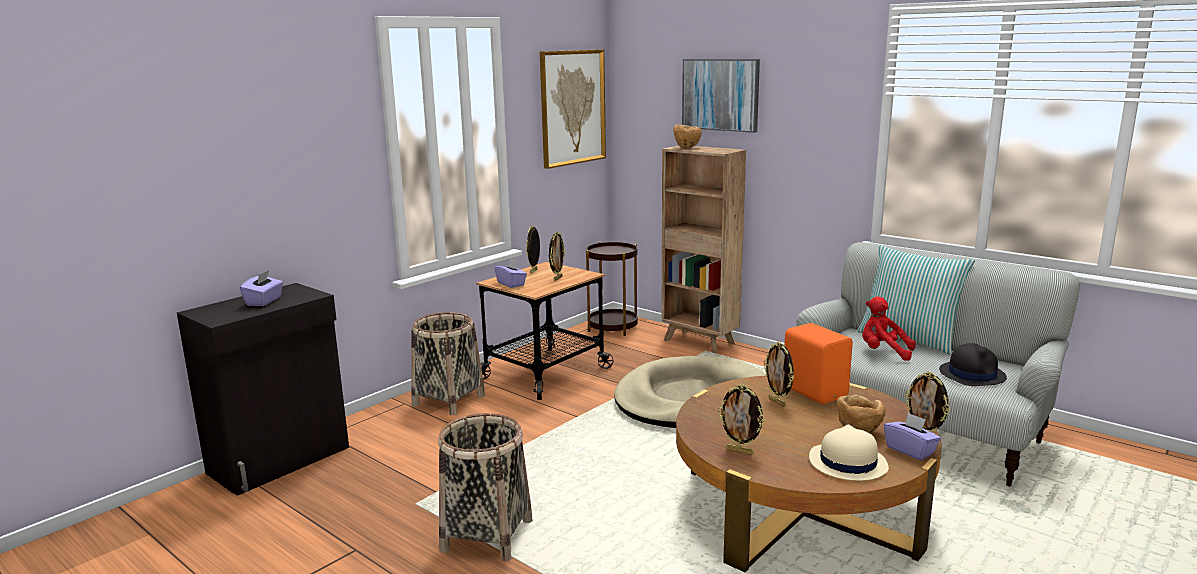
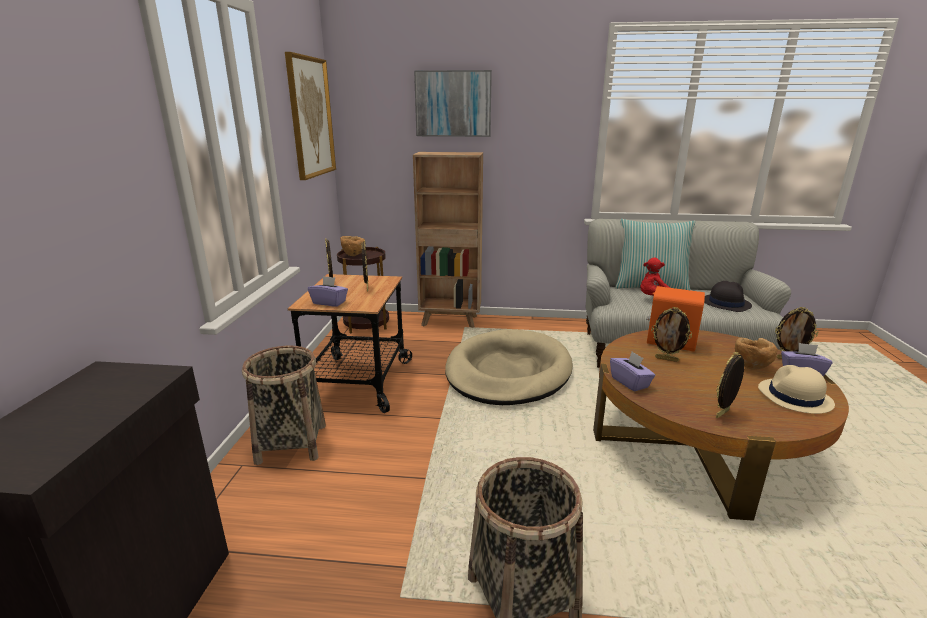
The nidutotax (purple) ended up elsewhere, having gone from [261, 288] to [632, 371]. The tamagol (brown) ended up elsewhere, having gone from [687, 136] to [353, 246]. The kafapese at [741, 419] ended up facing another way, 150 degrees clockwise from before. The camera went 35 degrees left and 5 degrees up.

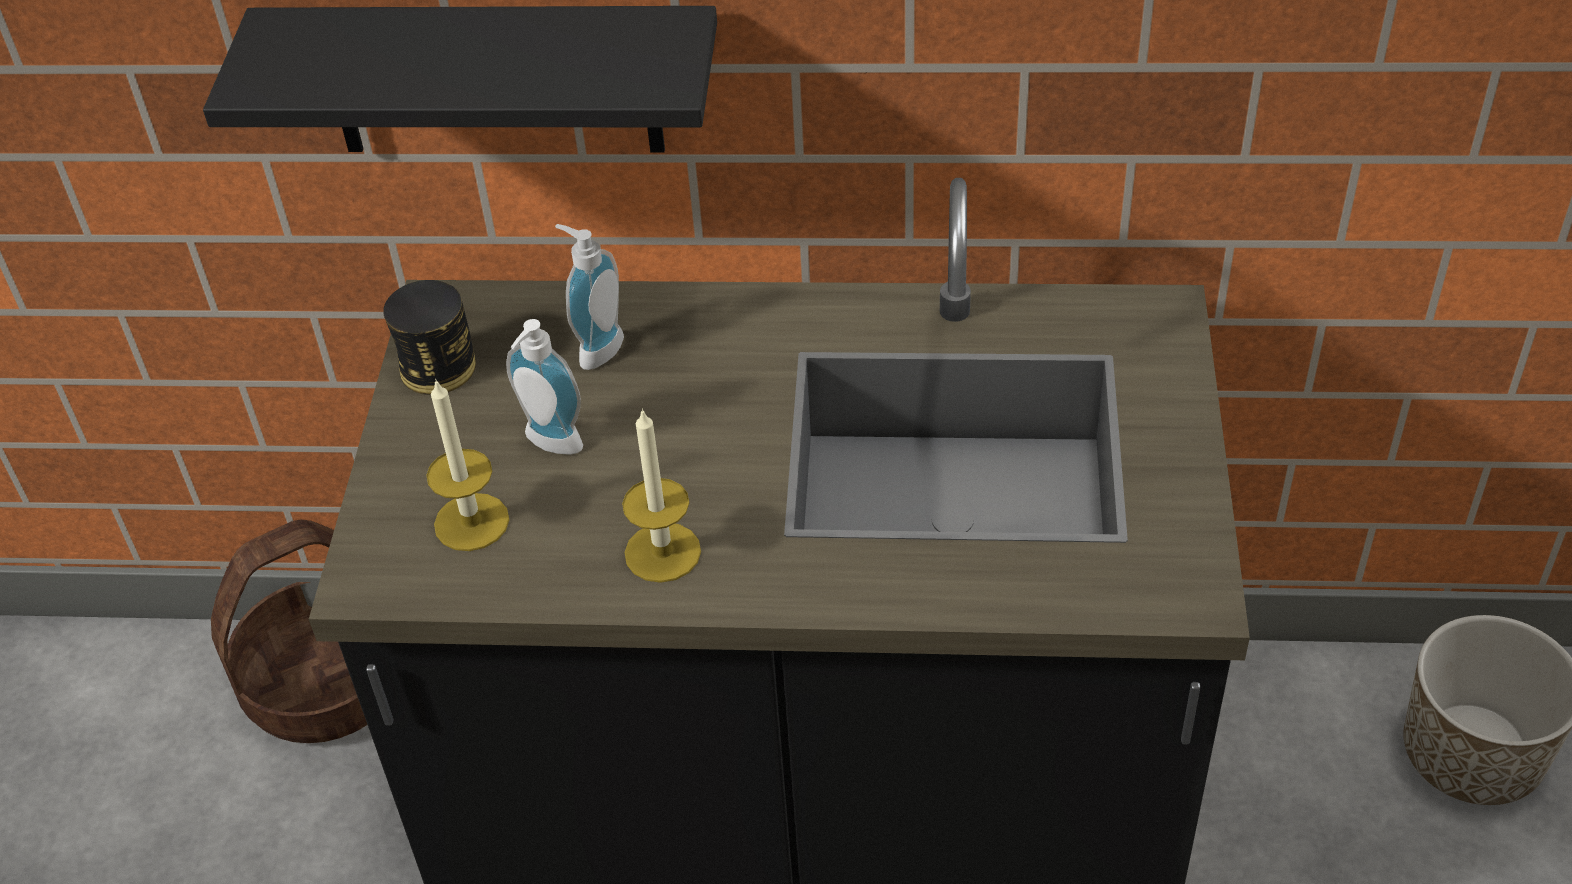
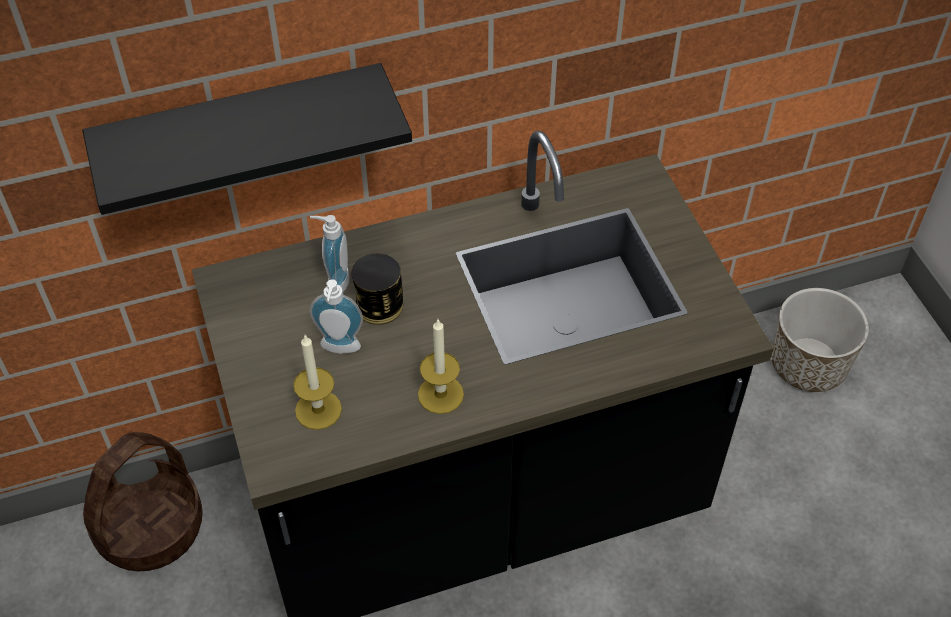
The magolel ended up elsewhere, having gone from [429, 337] to [377, 289]. The camera went 25 degrees left and 5 degrees up.

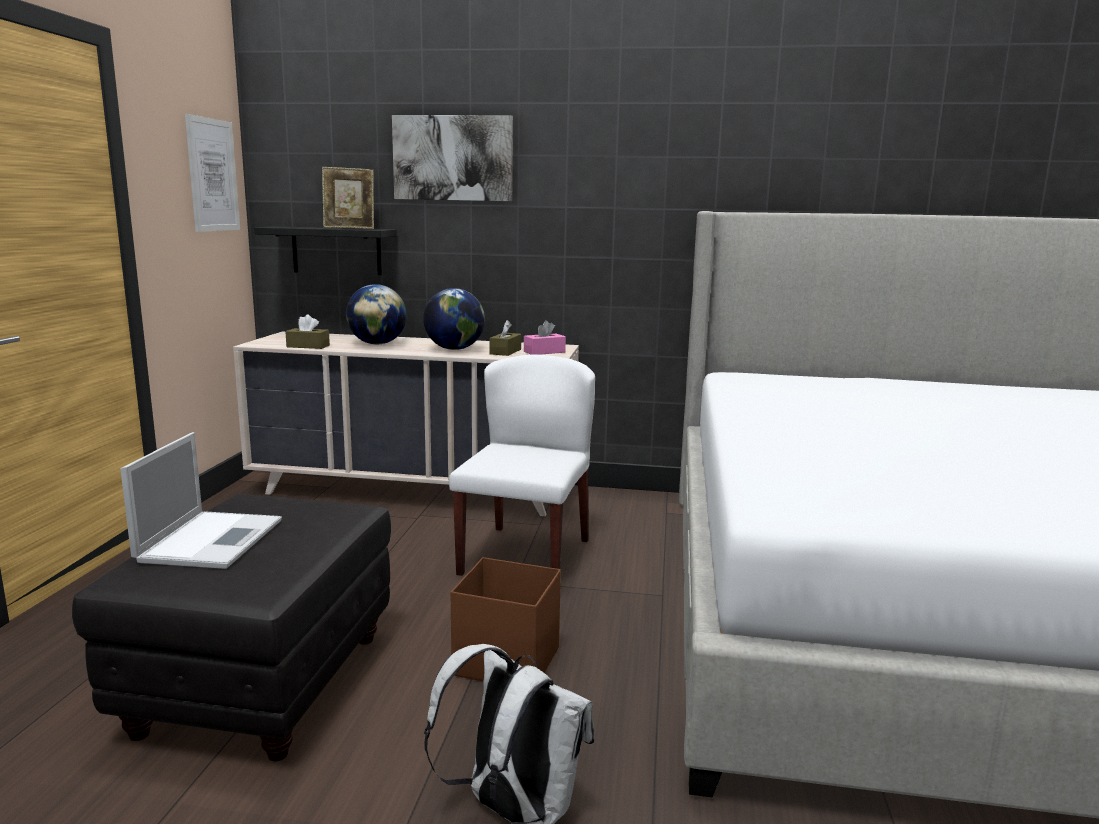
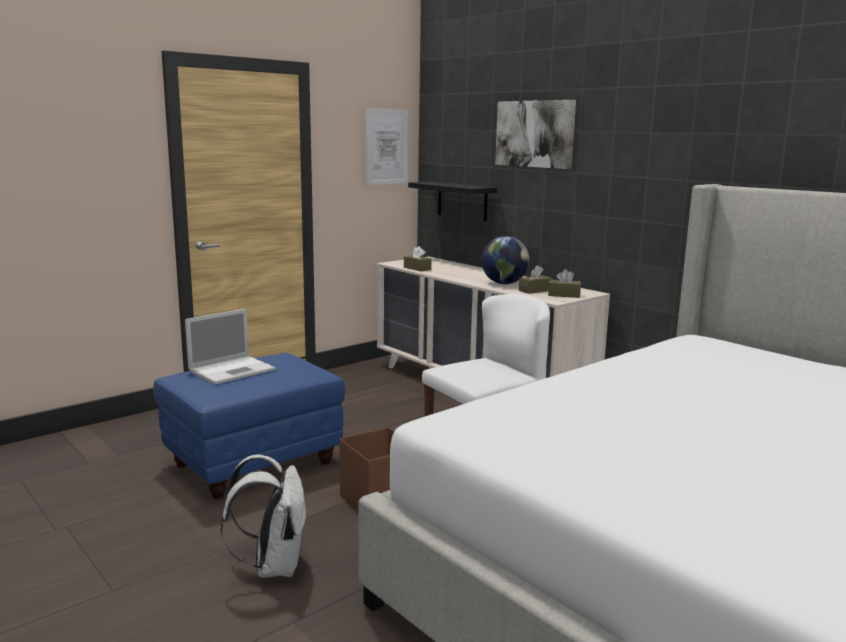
The second view lost the kafapese at [348, 198]. The second view lost the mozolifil at [376, 314]. What was the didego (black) at [231, 627] turned into the didego (blue) at [249, 426]. What was the nidutotax (pink) at [545, 337] turned into the nidutotax (brown) at [564, 283]. The camera went 40 degrees right and 0 degrees up.

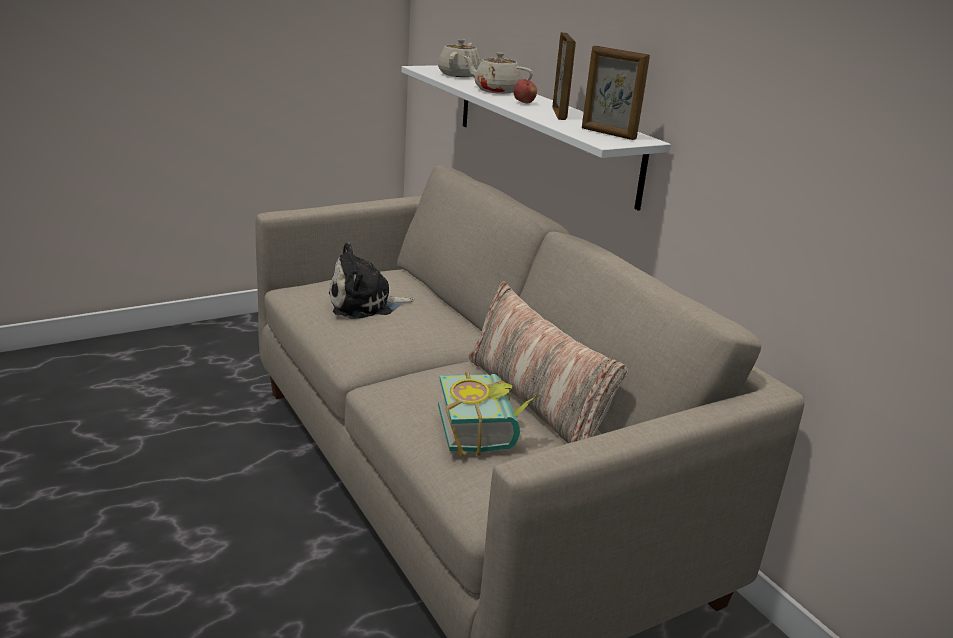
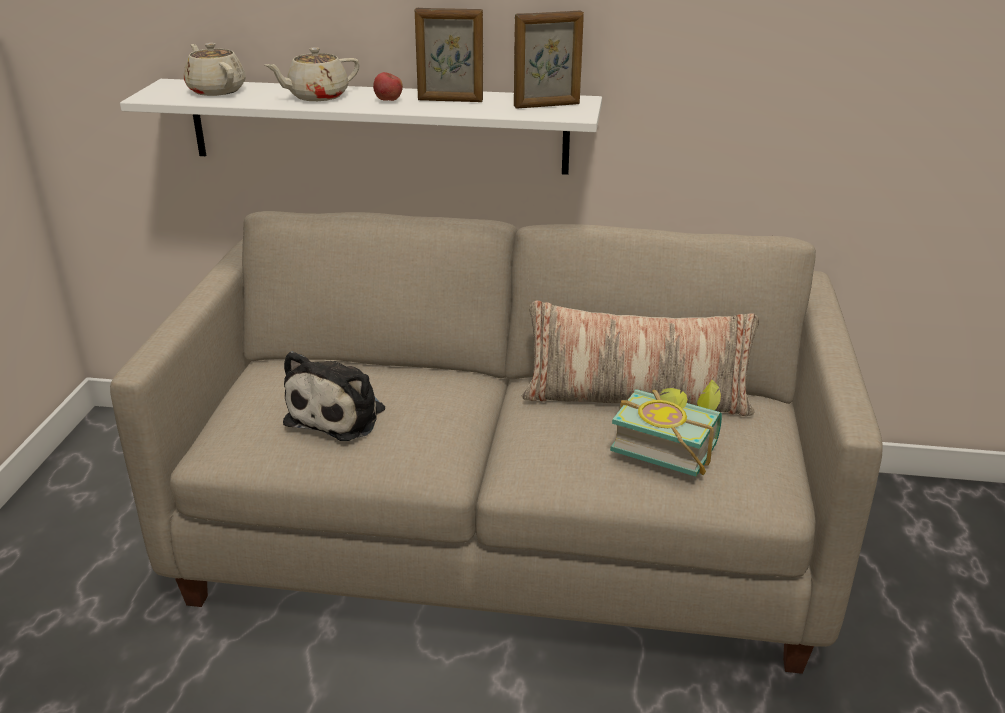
The kafapese at [564, 76] ended up facing another way, 150 degrees clockwise from before. The camera went 50 degrees left and 5 degrees up.

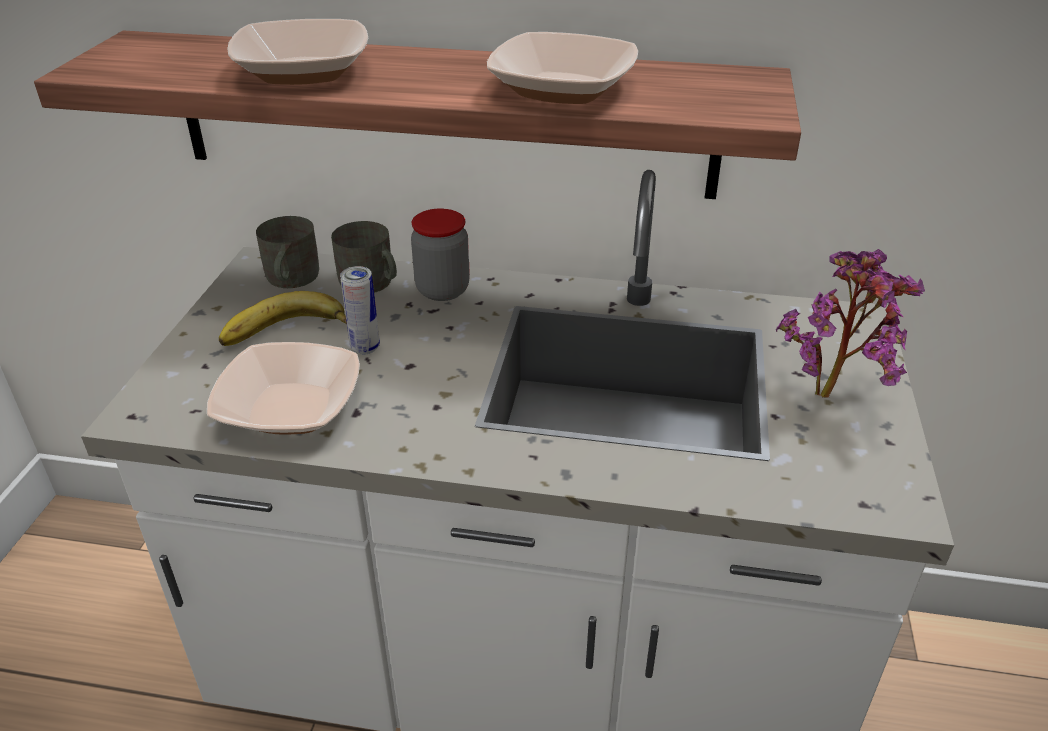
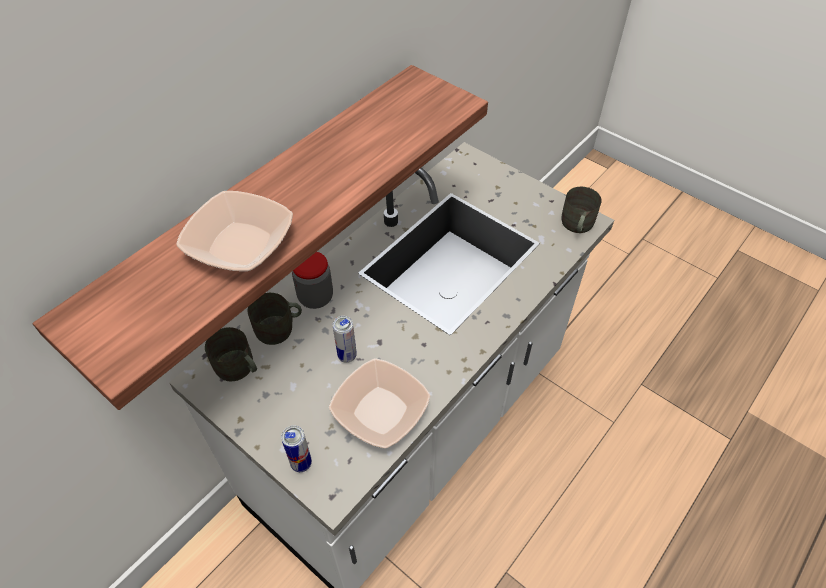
The second view lost the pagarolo at [283, 318]. The second view lost the tamagol at [562, 68]. The second view lost the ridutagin at [850, 323]. The second view gained the magolel at [296, 448]. The second view gained the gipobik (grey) at [581, 210]. The camera went 60 degrees left and 15 degrees up.

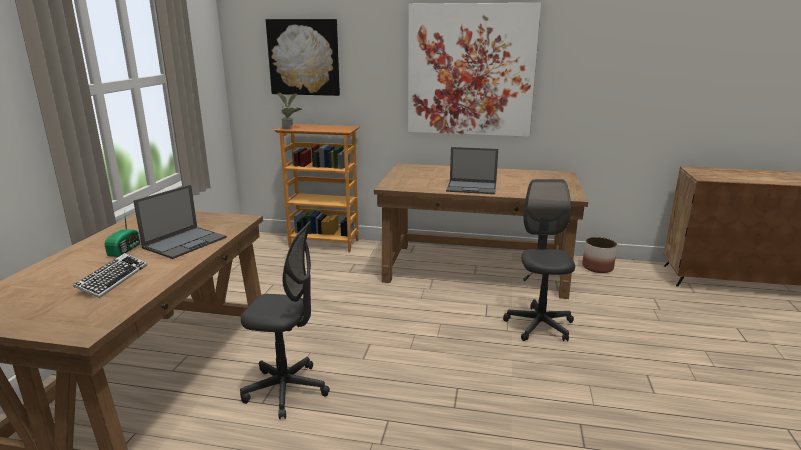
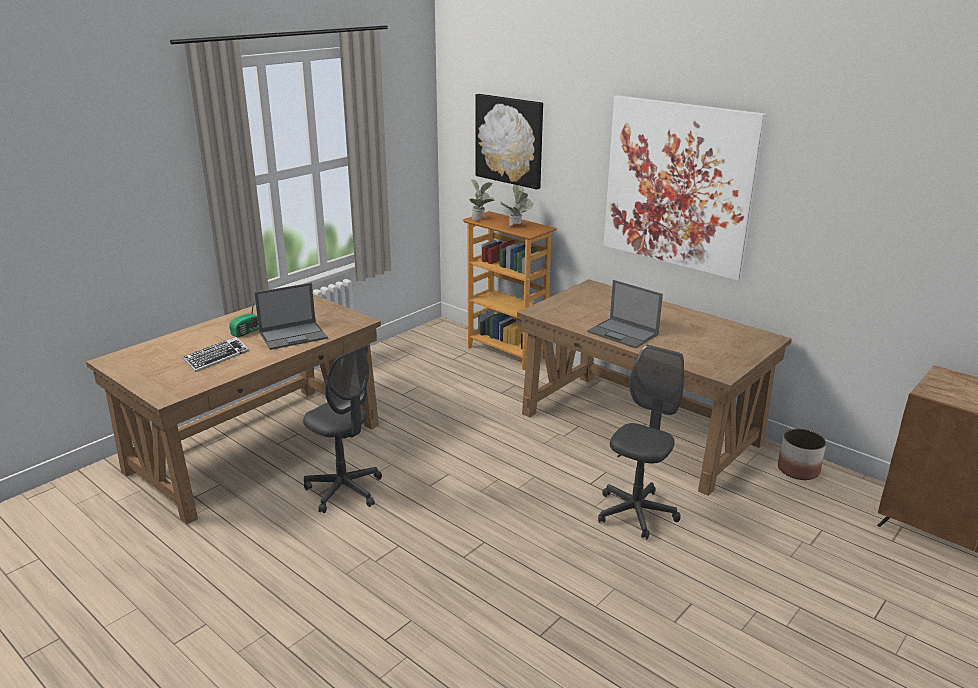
The second view gained the ridutagin at [516, 205]. The camera went 30 degrees right and 5 degrees up.

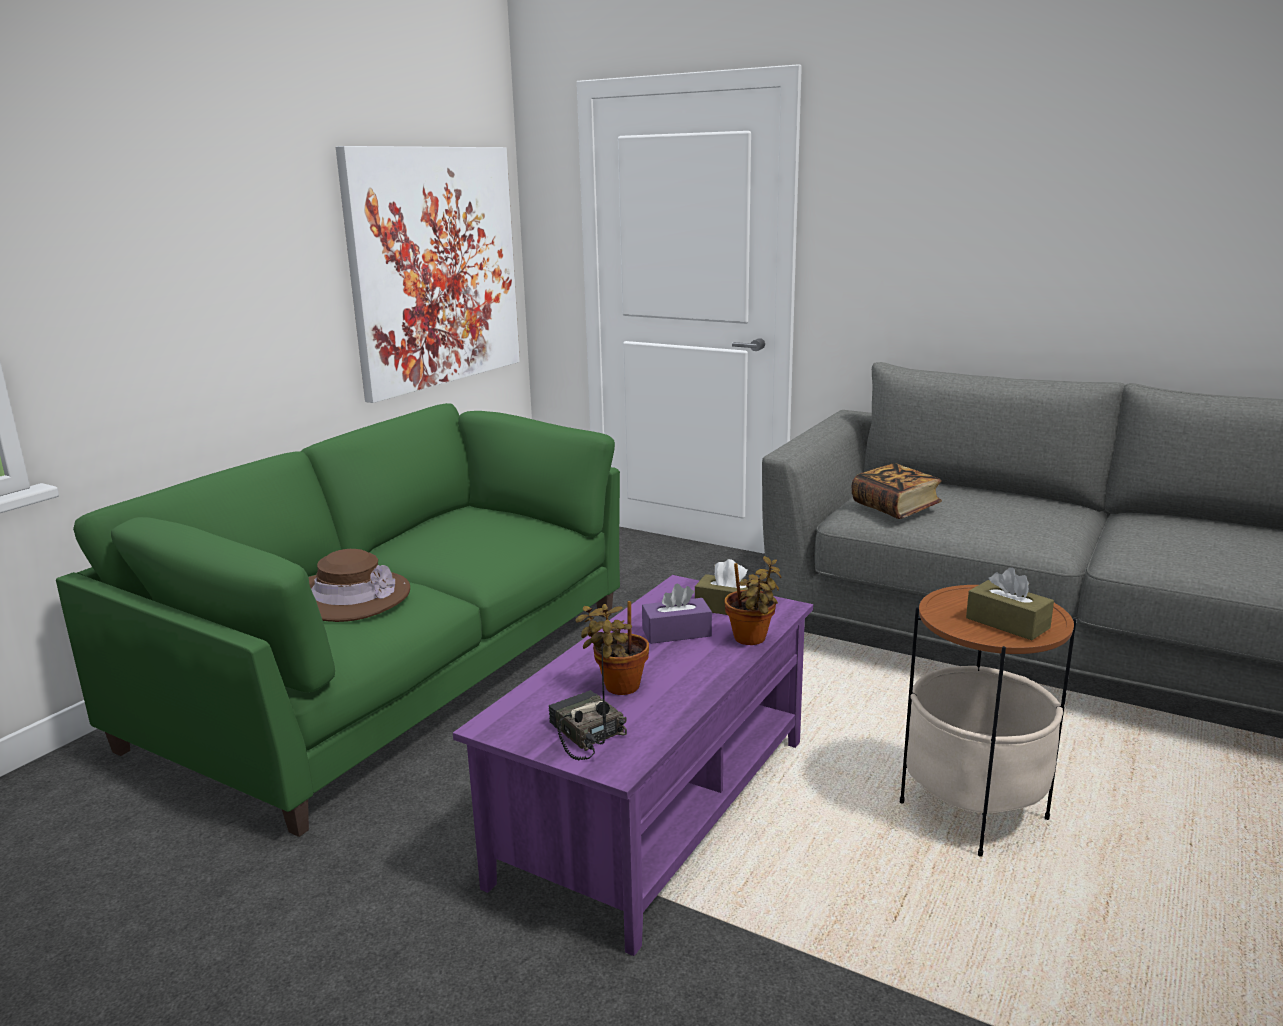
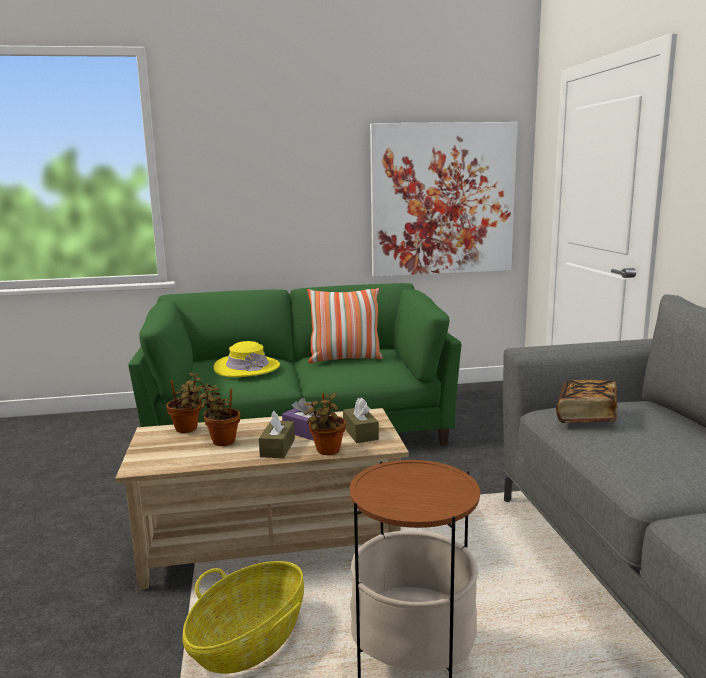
The second view lost the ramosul at [588, 702]. The second view gained the ridutagin at [184, 403]. The second view gained the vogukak at [243, 617]. The second view gained the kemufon at [345, 325]. The nidutotax (brown) ended up elsewhere, having gone from [1010, 604] to [277, 434]. What was the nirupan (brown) at [359, 585] turned into the nirupan (yellow) at [247, 359]. What was the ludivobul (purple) at [633, 765] turned into the ludivobul (beige) at [262, 499]. The camera went 50 degrees right and 5 degrees down.

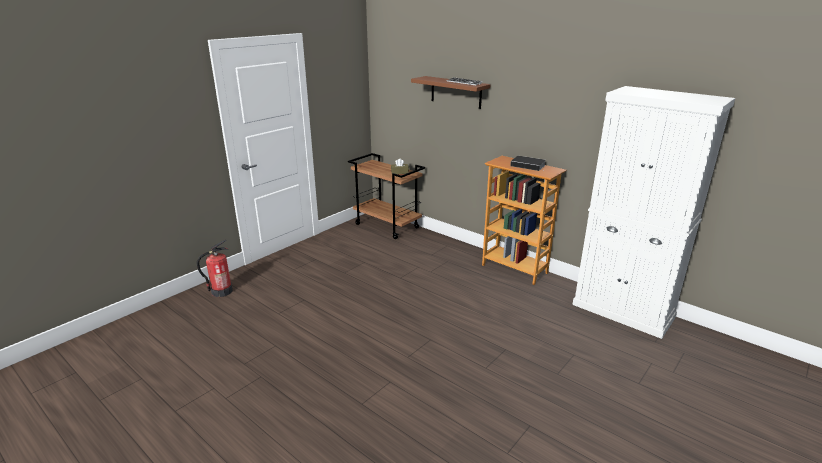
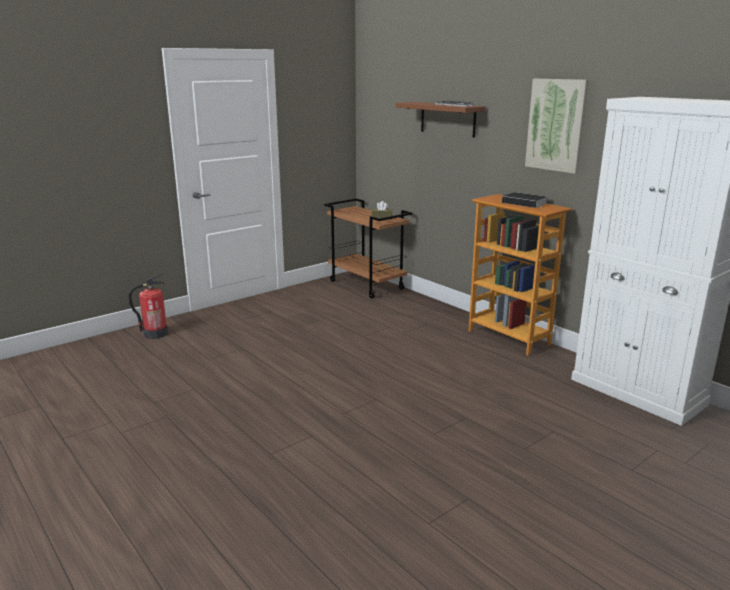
The second view gained the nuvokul at [557, 126]. The camera went 10 degrees right and 5 degrees down.

